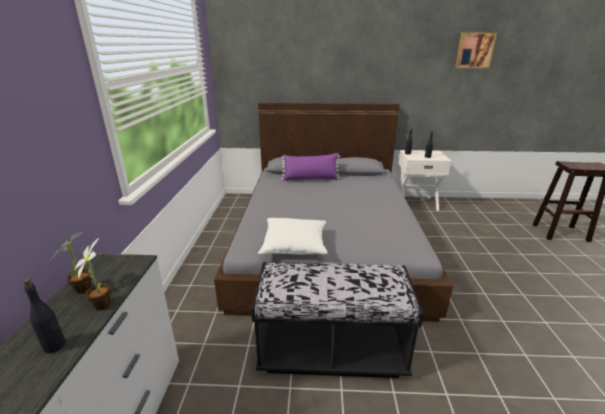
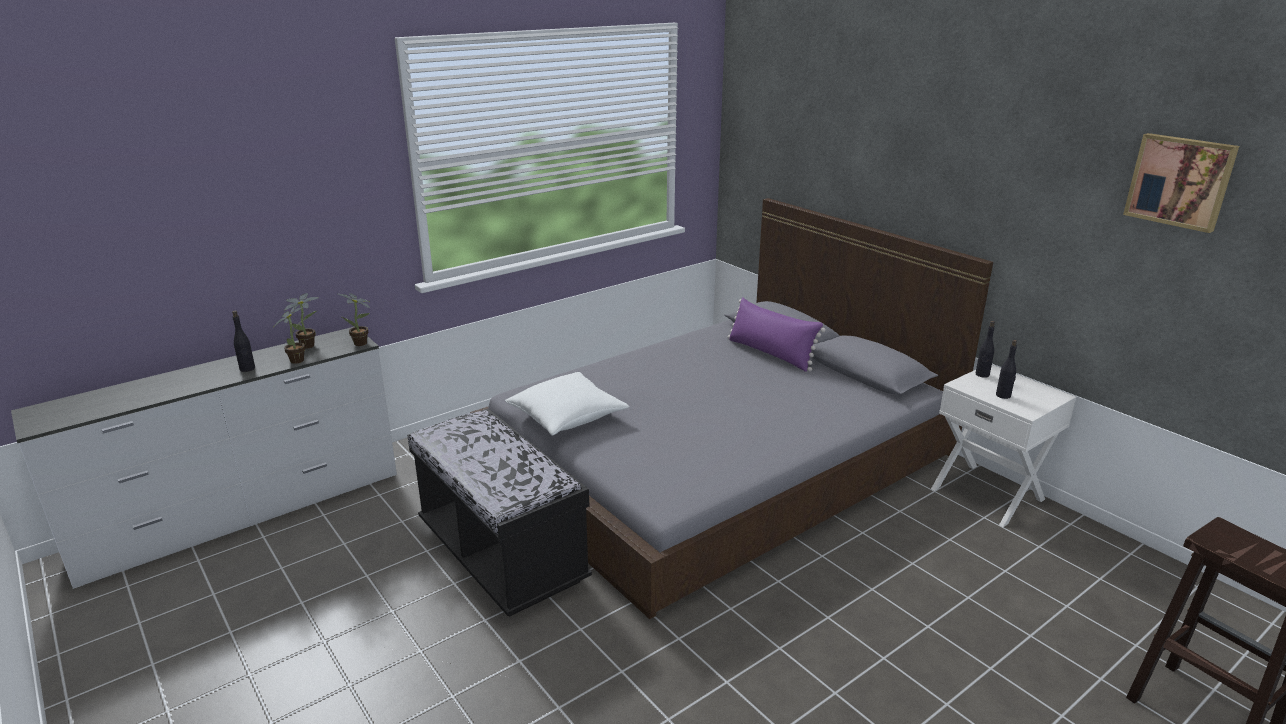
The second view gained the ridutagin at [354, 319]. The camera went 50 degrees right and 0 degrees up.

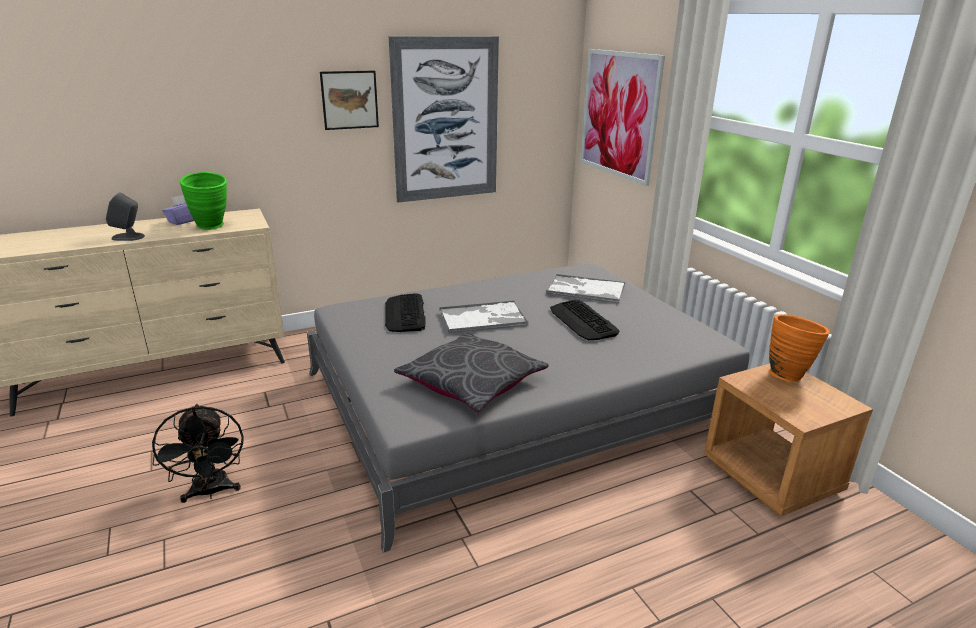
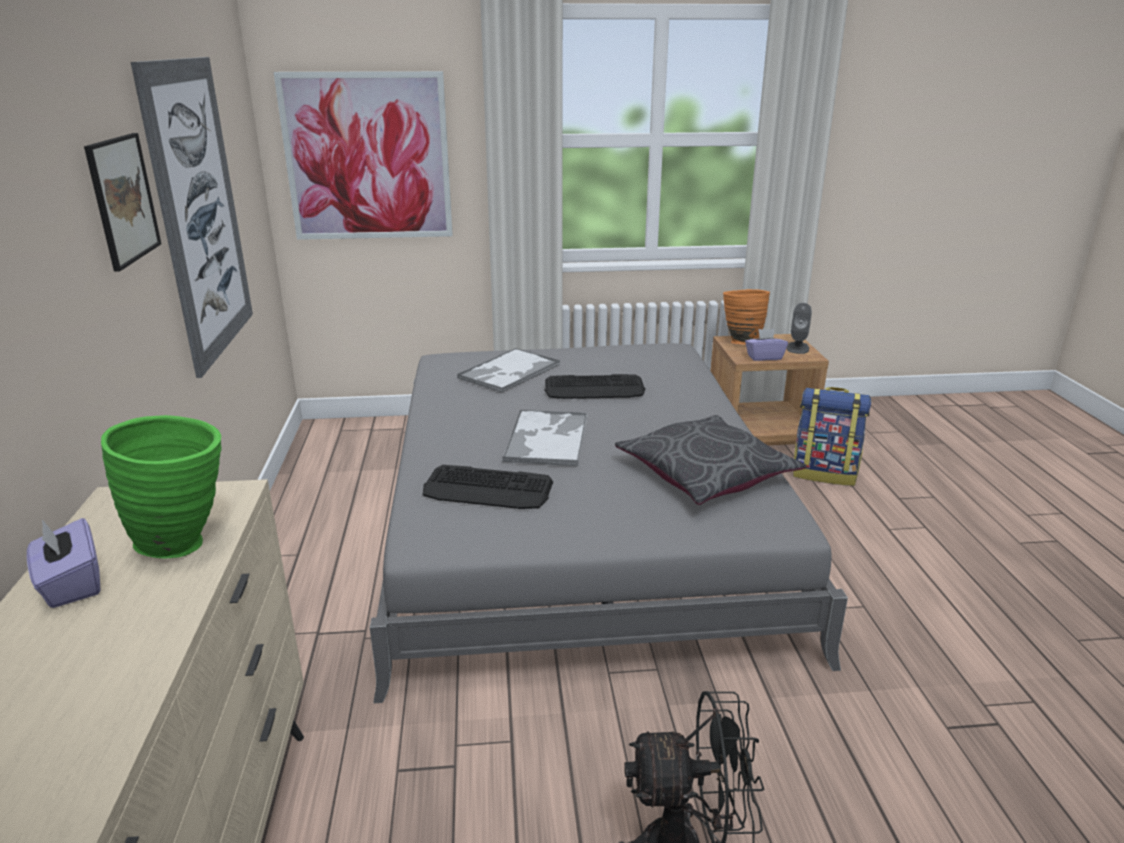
The second view gained the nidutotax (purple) at [766, 345]. The second view gained the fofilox at [832, 436]. The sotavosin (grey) ended up elsewhere, having gone from [125, 216] to [799, 328]. The camera went 70 degrees left and 0 degrees up.

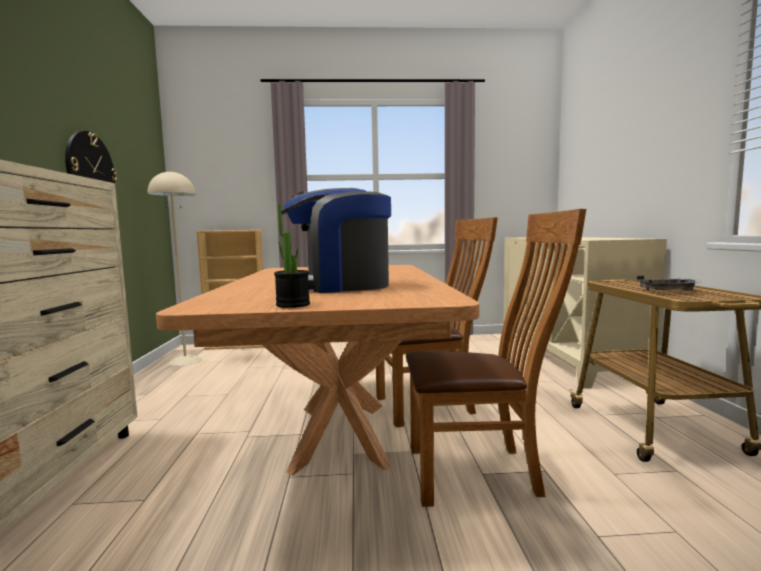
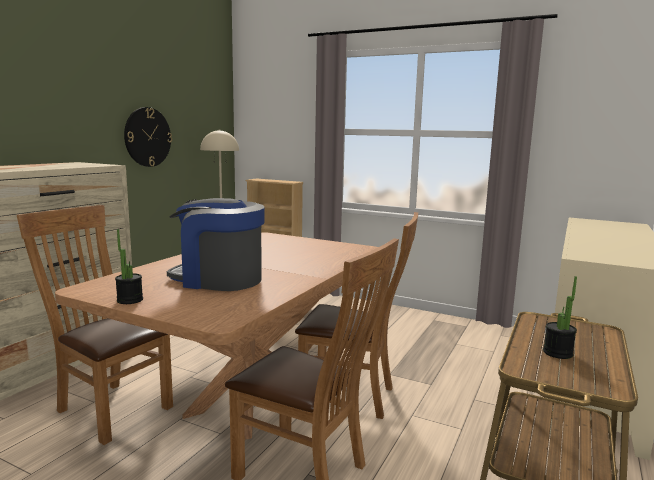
The second view gained the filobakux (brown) at [95, 325]. Where the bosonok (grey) stood at [669, 283], the ridutagin came to stand at [560, 317]. The camera went 30 degrees right and 5 degrees up.

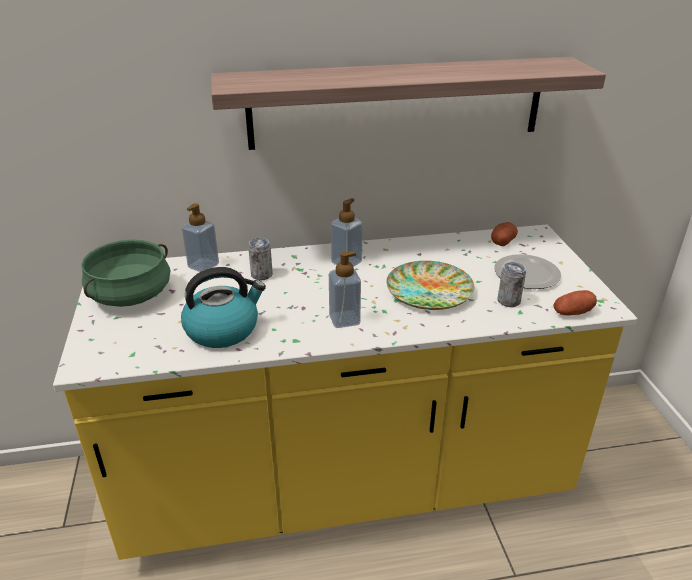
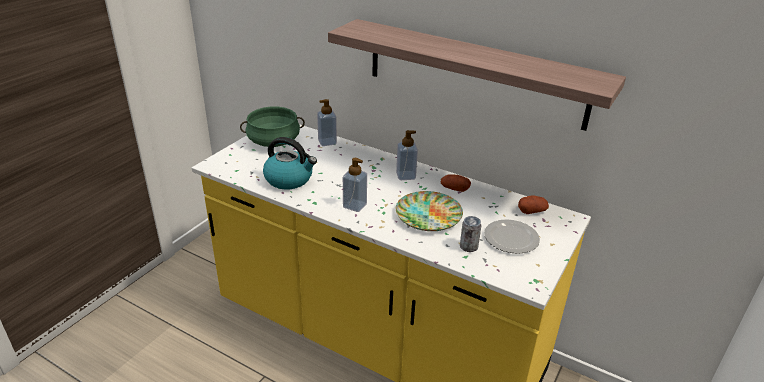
The second view lost the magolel at [260, 259]. The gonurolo ended up elsewhere, having gone from [575, 302] to [456, 183]. The camera went 40 degrees right and 0 degrees up.

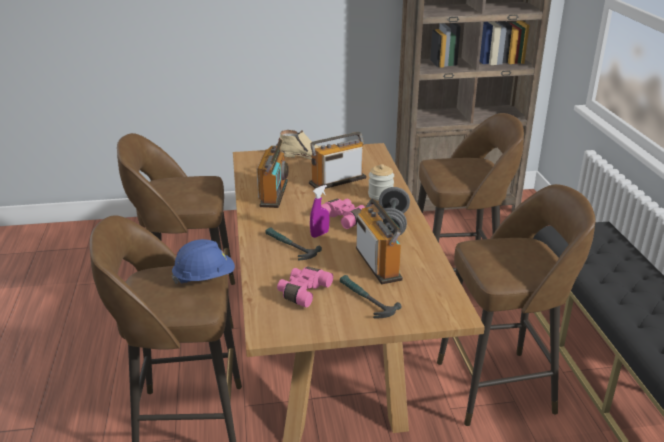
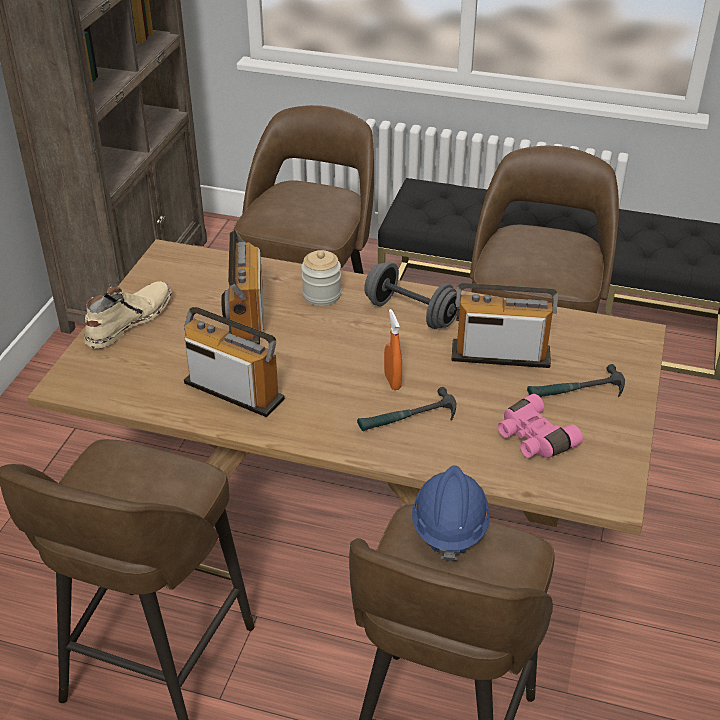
The second view lost the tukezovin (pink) at [343, 214]. What was the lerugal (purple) at [319, 211] turned into the lerugal (orange) at [393, 349]. The camera went 65 degrees left and 10 degrees up.

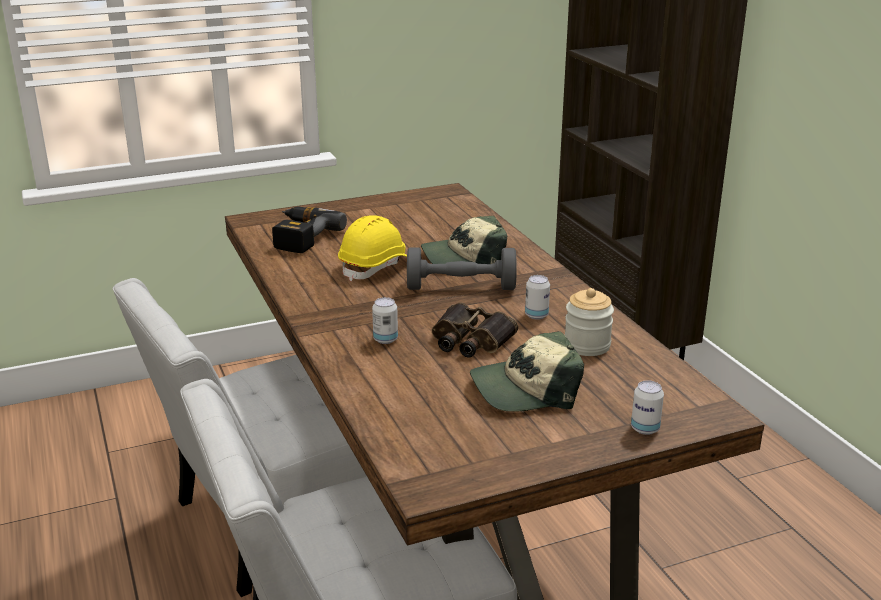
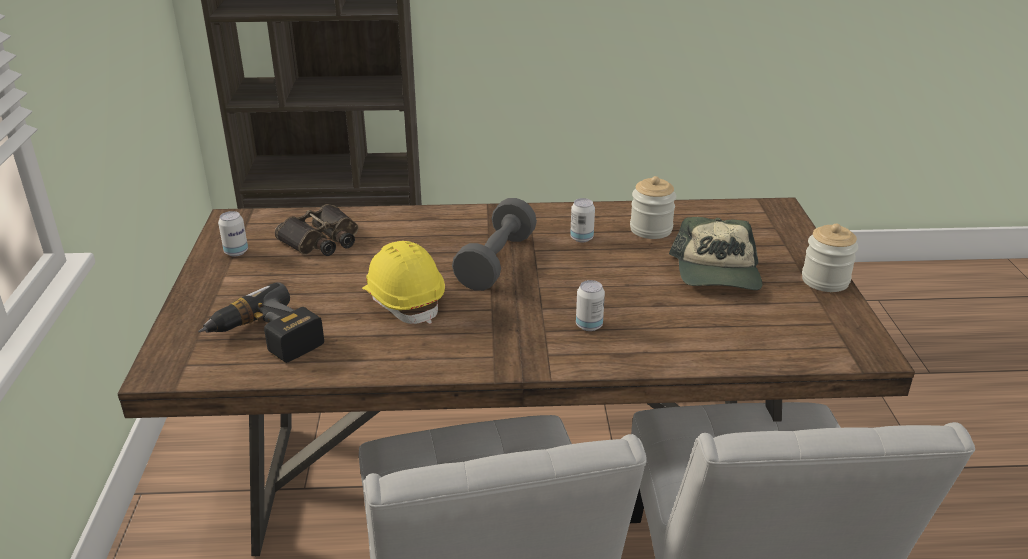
The second view lost the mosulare at [464, 240]. The second view gained the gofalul at [830, 258]. The tukezovin ended up elsewhere, having gone from [475, 330] to [316, 230]. The magolel ended up elsewhere, having gone from [647, 407] to [233, 233]. The camera went 70 degrees left and 5 degrees up.

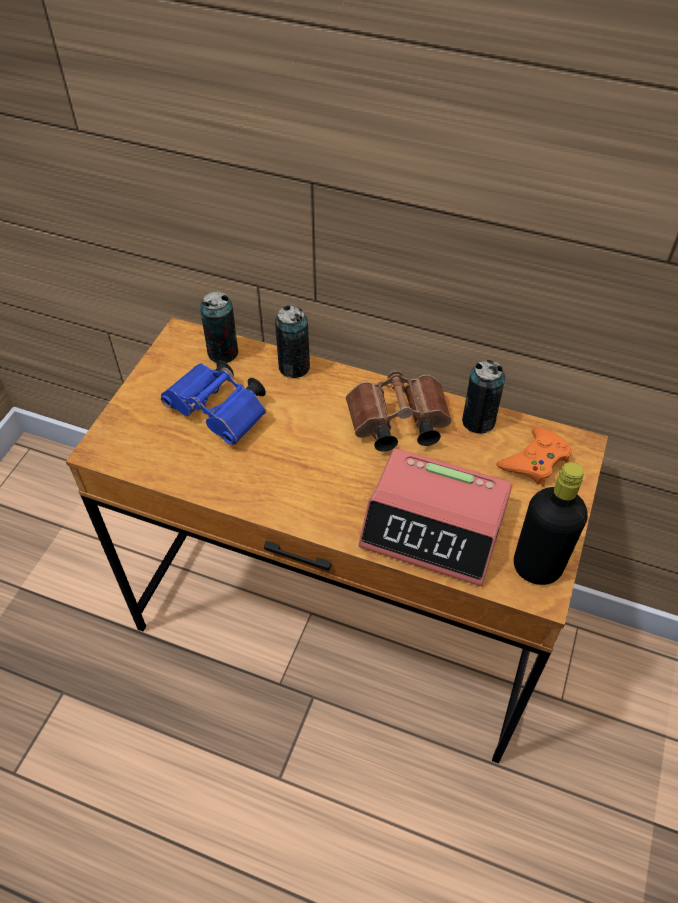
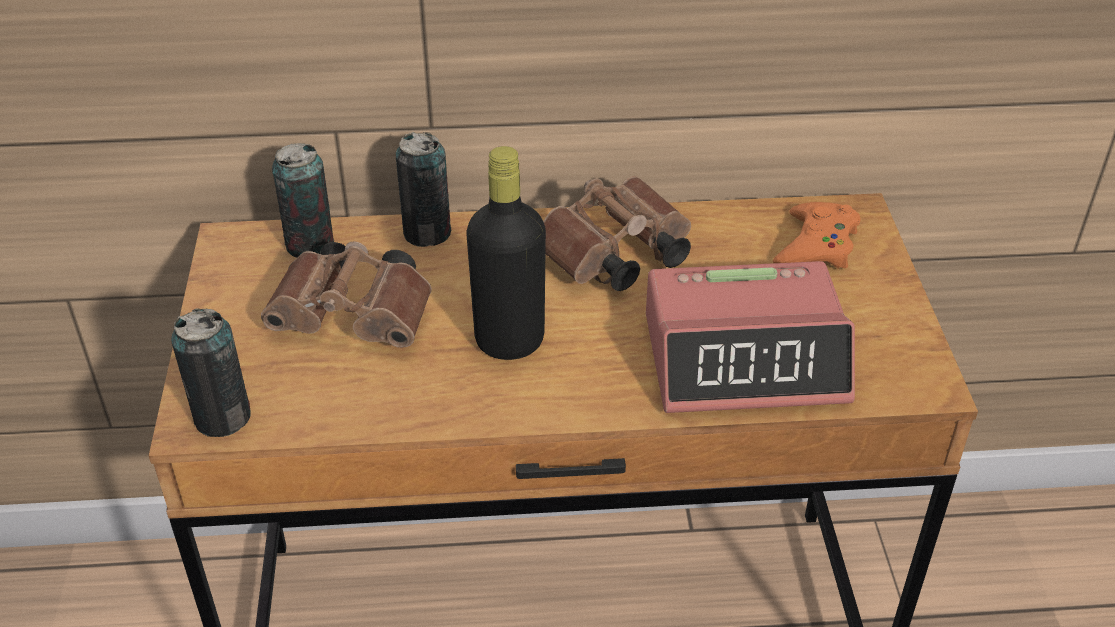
The magolel ended up elsewhere, having gone from [483, 397] to [211, 372]. The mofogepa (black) ended up elsewhere, having gone from [551, 523] to [506, 253]. What was the tukezovin (blue) at [213, 402] turned into the tukezovin (brown) at [346, 294]. The camera went 25 degrees left and 10 degrees down.

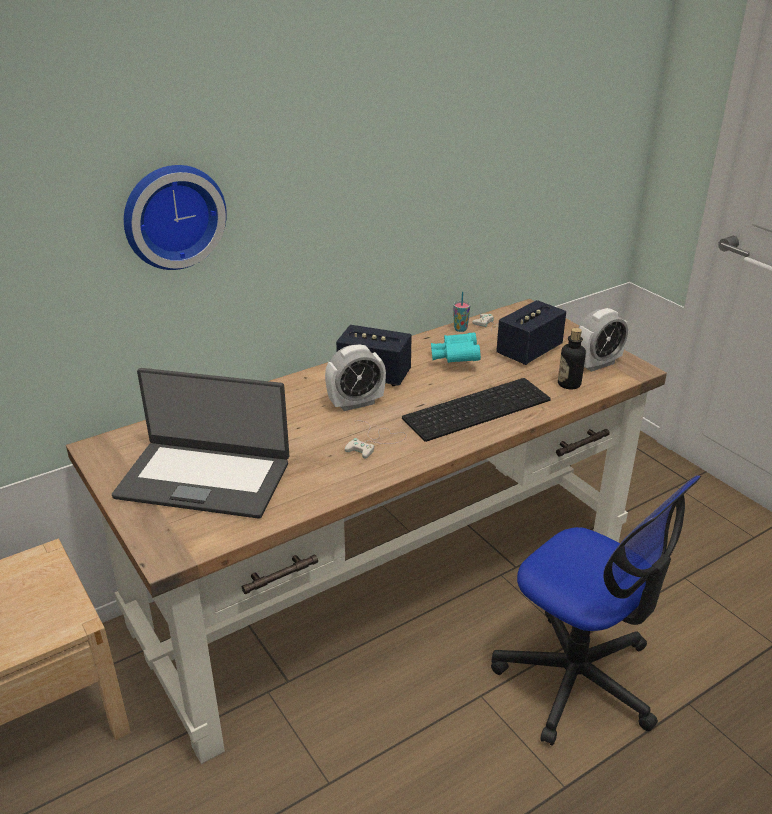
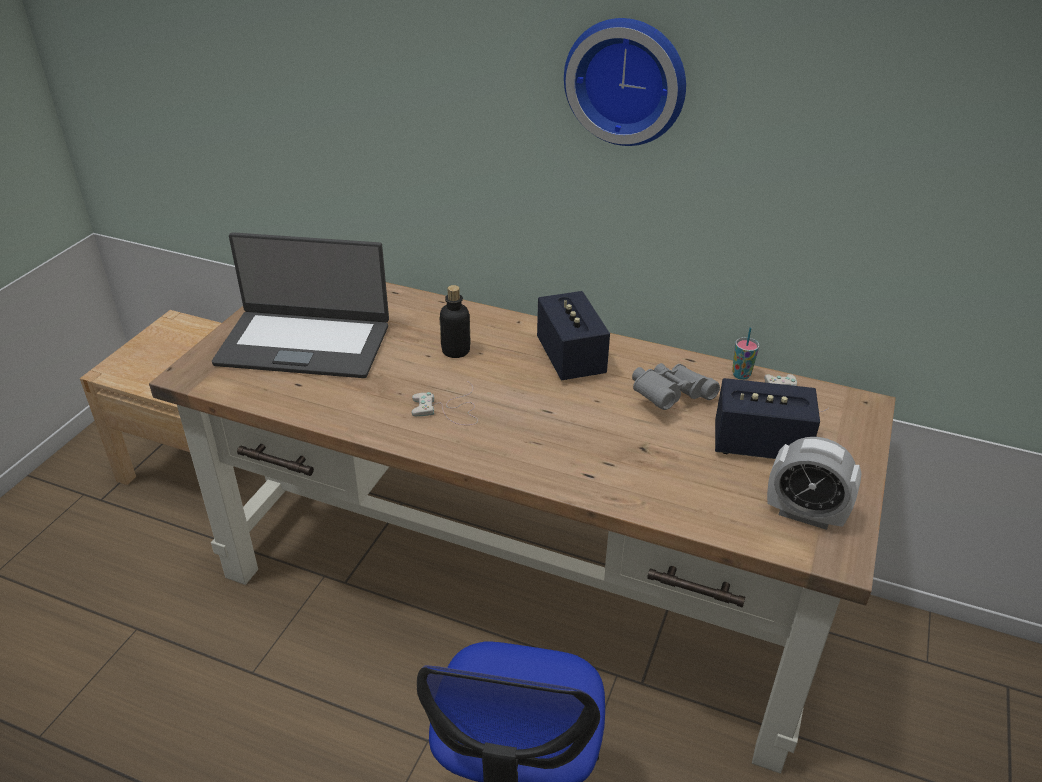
The second view lost the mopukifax at [355, 377]. The second view lost the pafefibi at [476, 410]. The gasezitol ended up elsewhere, having gone from [175, 217] to [625, 82]. The mofogepa ended up elsewhere, having gone from [572, 358] to [455, 321]. What was the tukezovin (turquoise) at [456, 348] turned into the tukezovin (grey) at [676, 386]. The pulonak at [200, 443] ended up facing another way, 60 degrees counterclockwise from before. The camera went 55 degrees right and 5 degrees up.

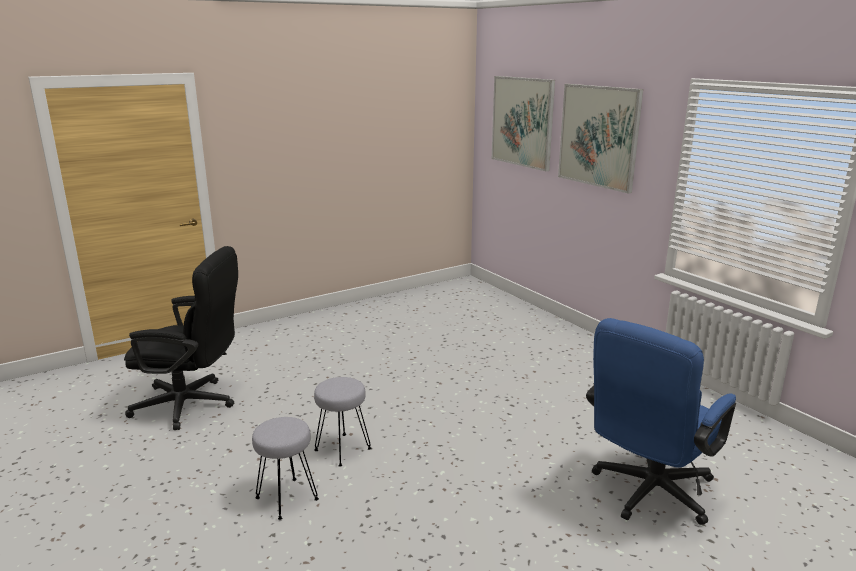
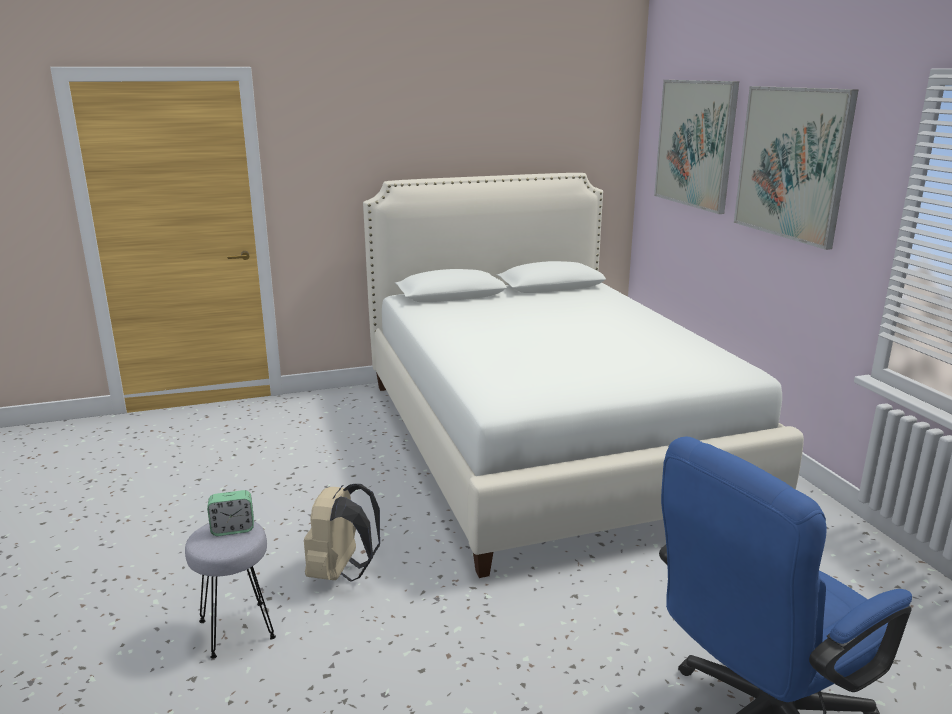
The second view lost the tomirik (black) at [181, 338]. The second view gained the mopukifax at [230, 513]. The second view gained the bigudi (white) at [583, 375]. Where the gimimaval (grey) stood at [342, 422], the fofilox (beige) came to stand at [342, 533]. The camera went 15 degrees right and 0 degrees up.

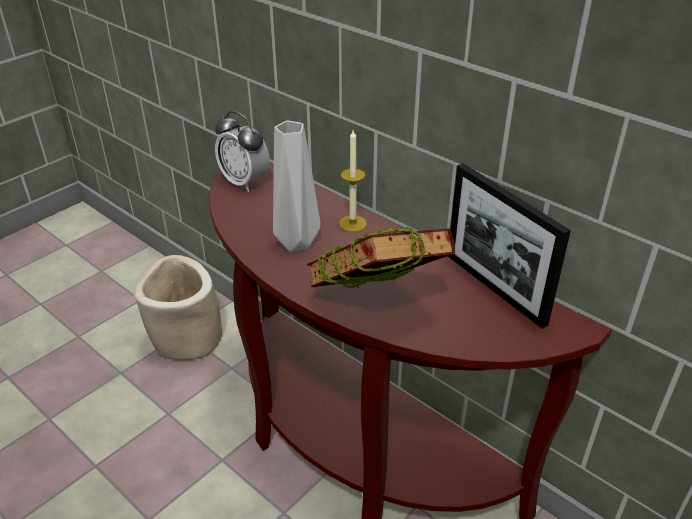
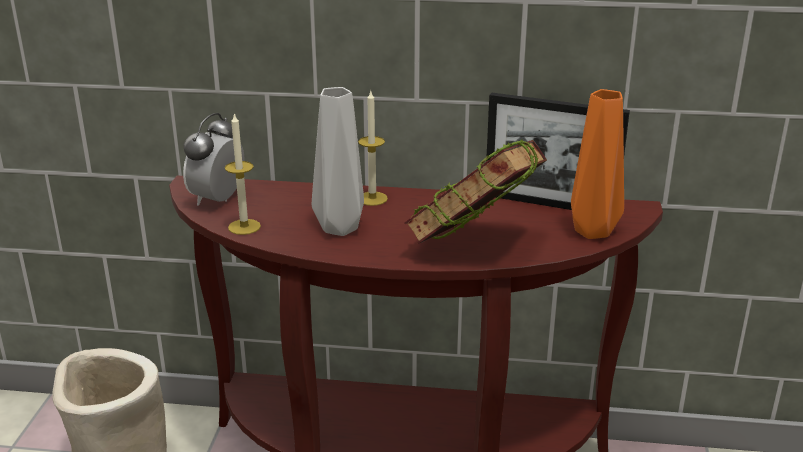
The second view gained the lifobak at [243, 174]. The second view gained the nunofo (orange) at [597, 164]. The mopukifax at [242, 151] ended up facing another way, 105 degrees clockwise from before. The camera went 35 degrees left and 10 degrees down.

